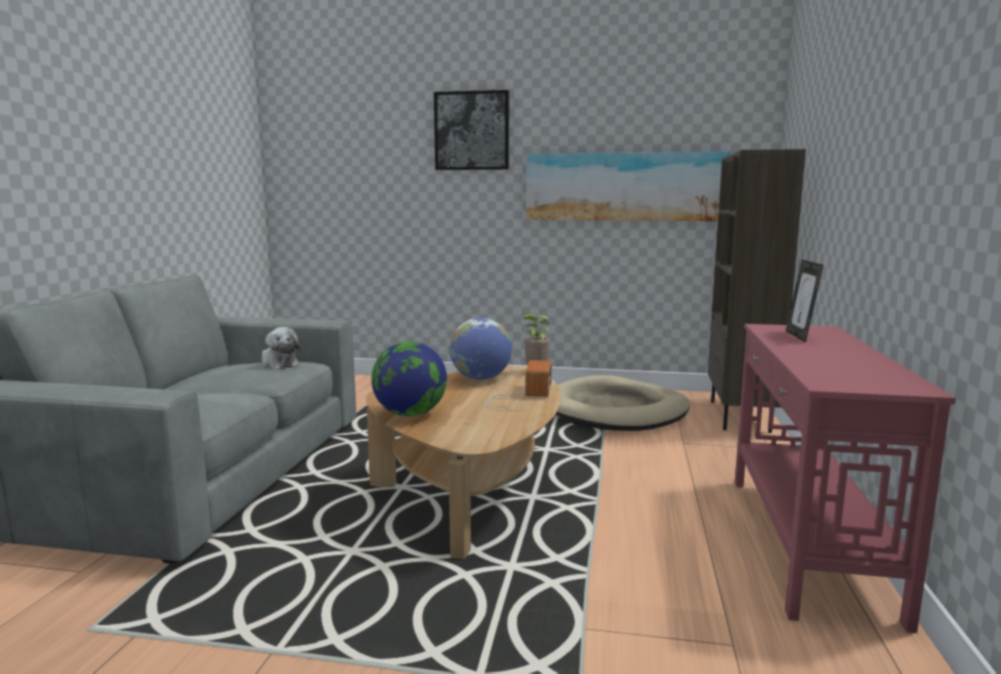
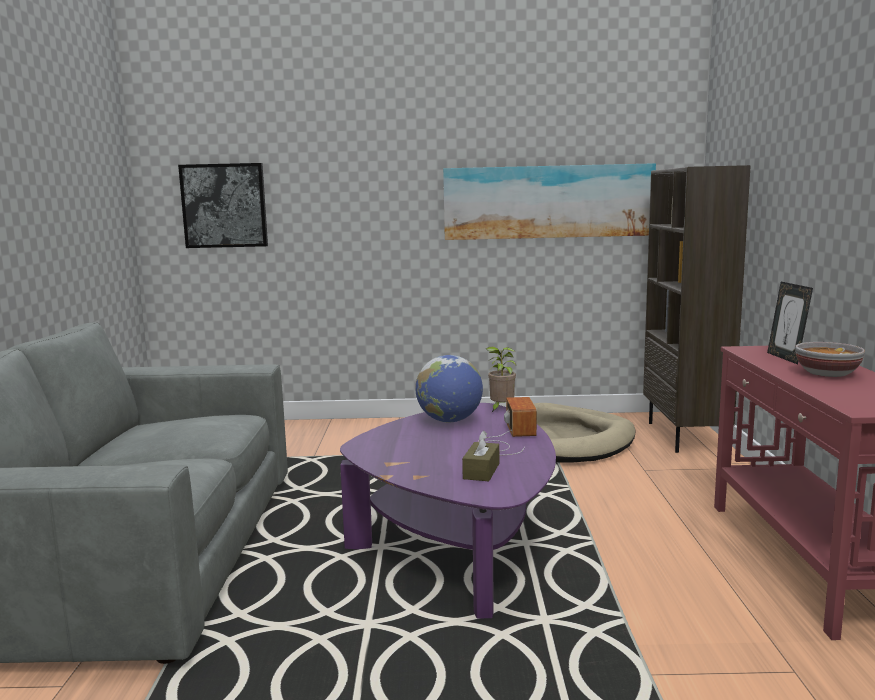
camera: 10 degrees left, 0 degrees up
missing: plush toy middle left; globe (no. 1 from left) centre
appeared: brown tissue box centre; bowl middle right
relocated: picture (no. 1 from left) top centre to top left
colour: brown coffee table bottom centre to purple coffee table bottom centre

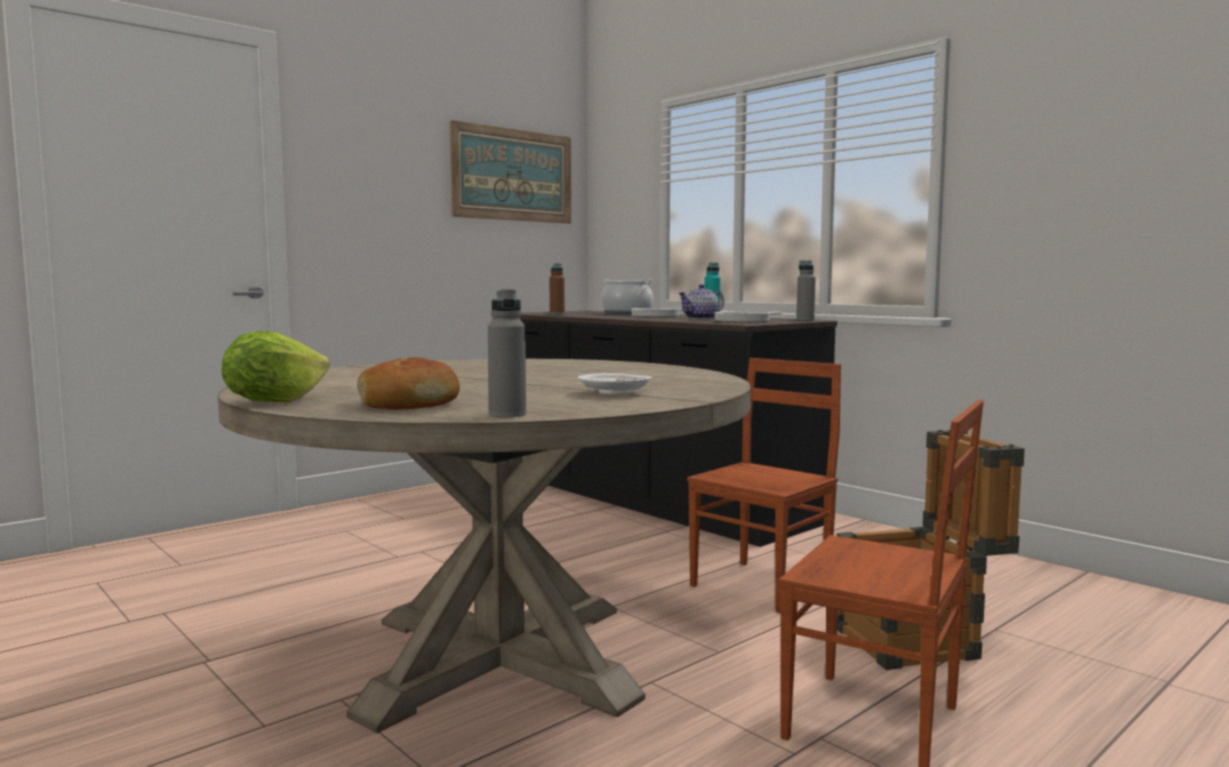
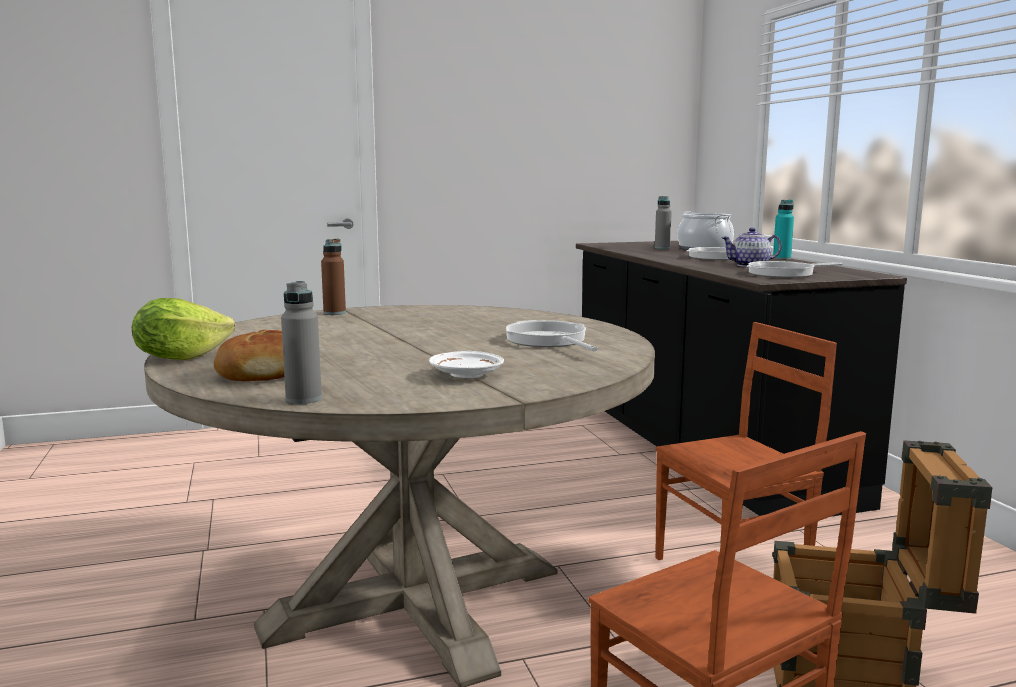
camera: 25 degrees right, 5 degrees up
missing: picture top centre
appeared: frying pan (no. 1 from left) centre
relocated: brown bottle centre to middle left; grey bottle (no. 2 from left) centre to top centre

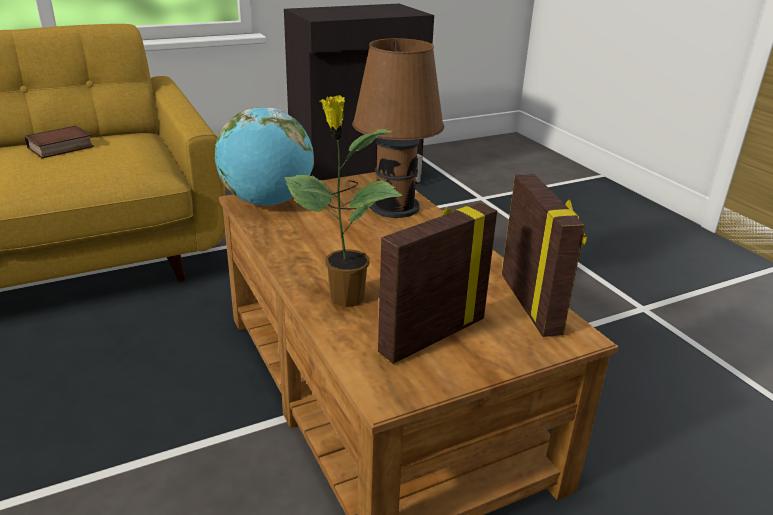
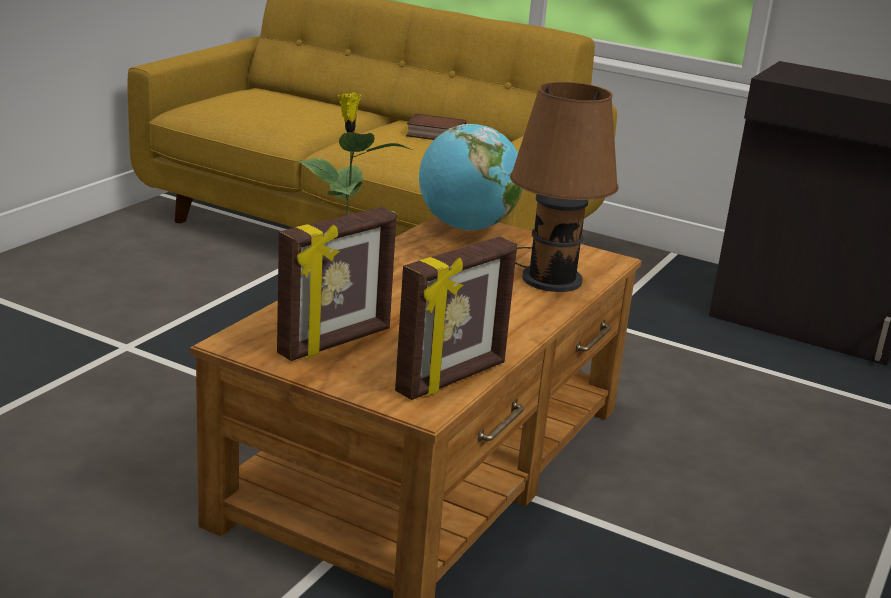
camera: 55 degrees right, 5 degrees down
spun: picture frame (no. 1 from left) centre = centre 120 degrees clockwise

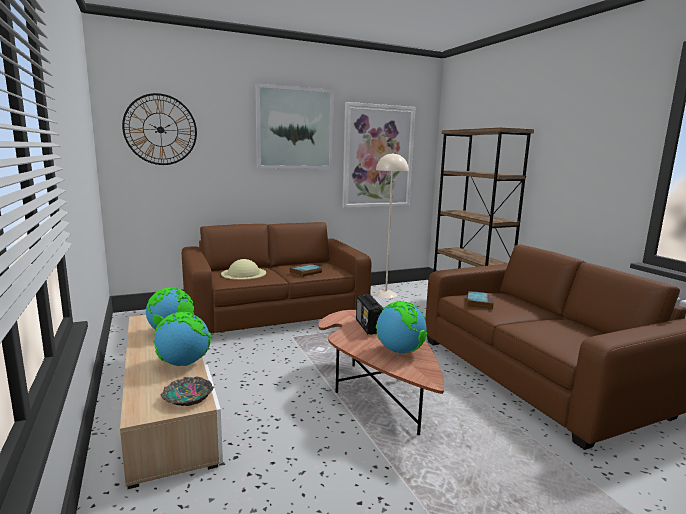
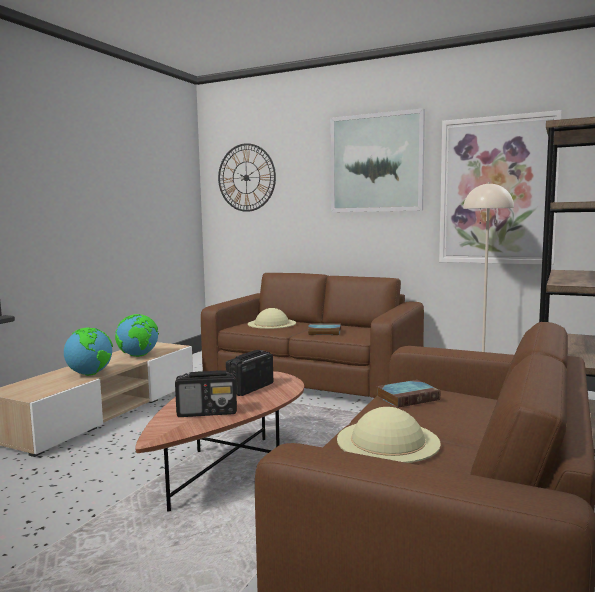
camera: 50 degrees right, 5 degrees down
missing: bowl bottom left
appeared: beige hat (no. 2 from left) bottom centre
exchanged: globe (no. 3 from left) centre to radio (no. 1 from left) centre

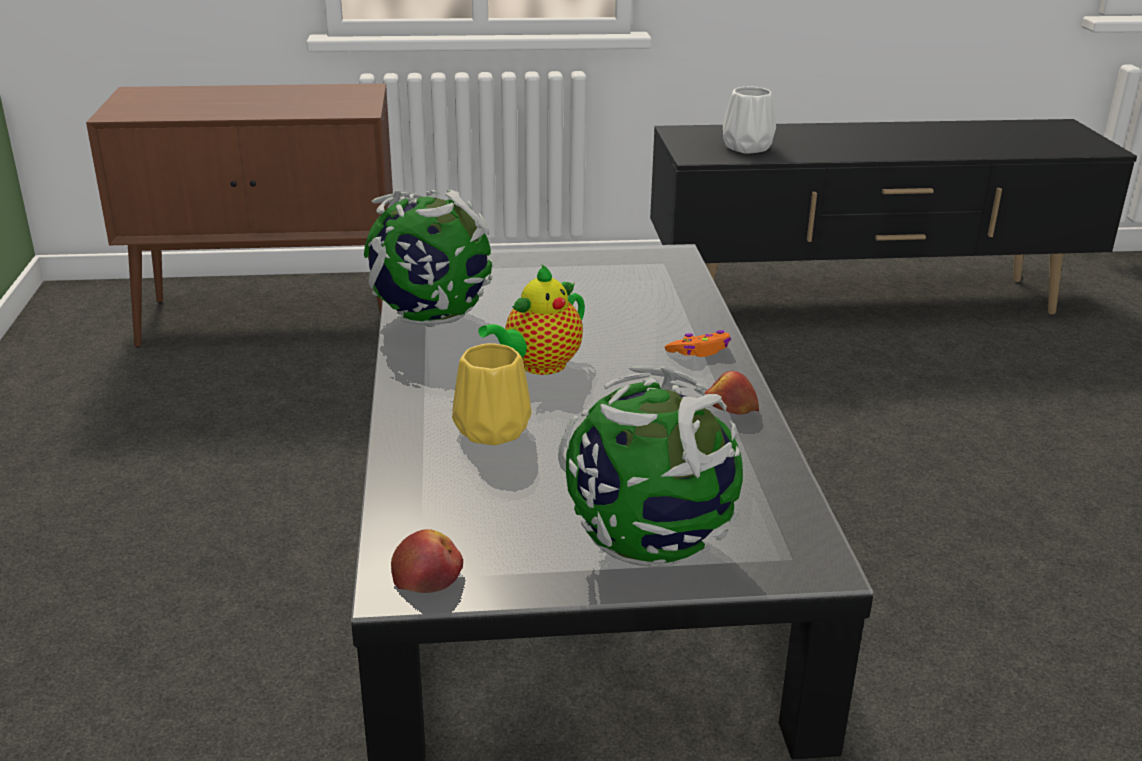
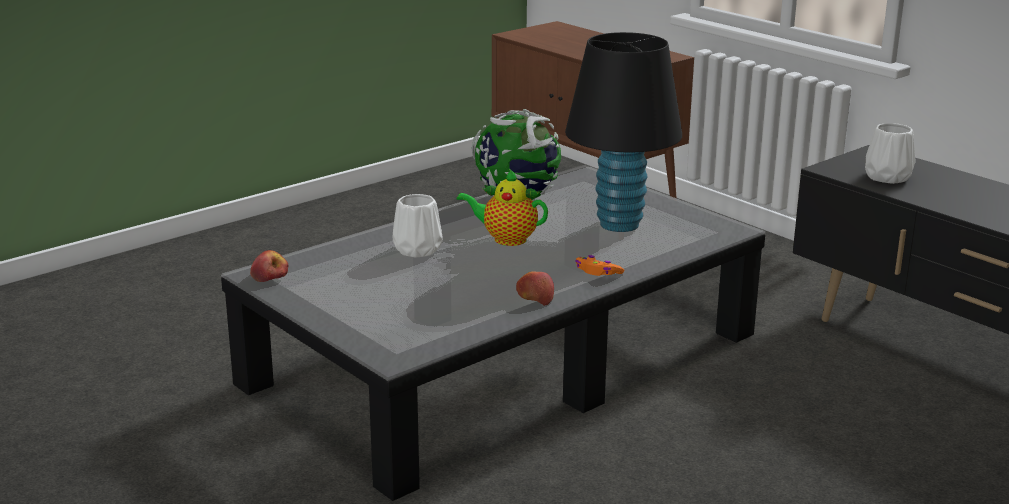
camera: 55 degrees right, 5 degrees down
missing: globe (no. 2 from left) centre
appeared: black table lamp top centre
colour: yellow vase centre to white vase (no. 1 from left) centre

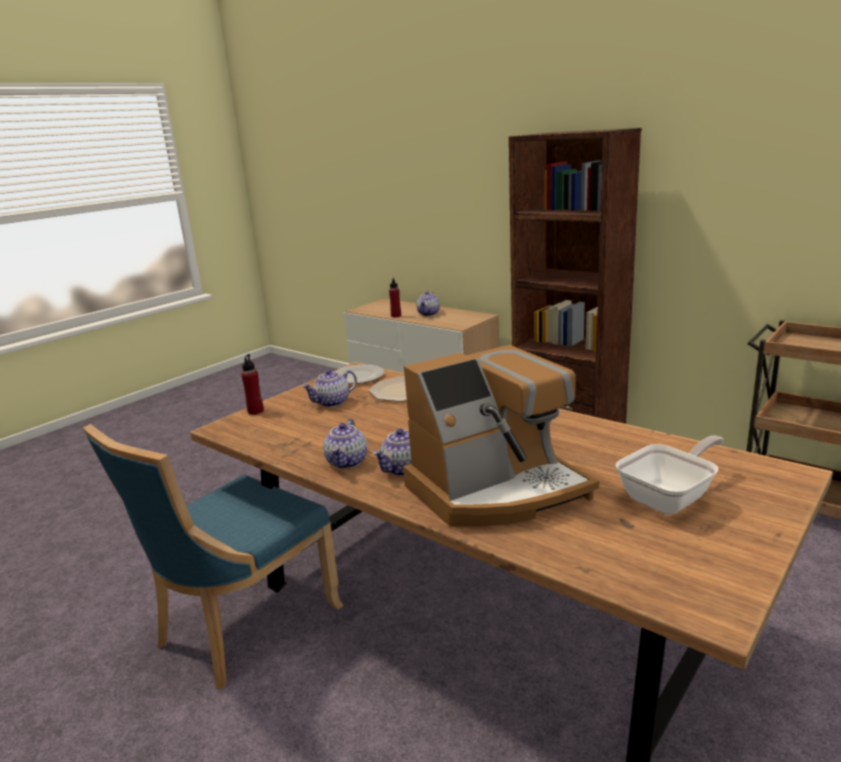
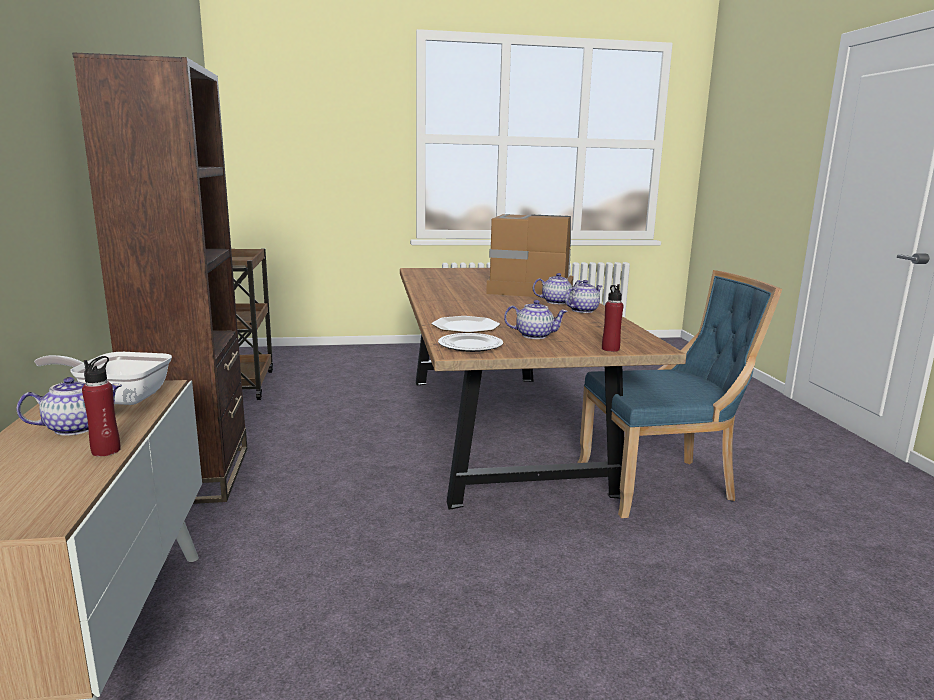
camera: 140 degrees left, 5 degrees down
relocated: frying pan middle right to middle left

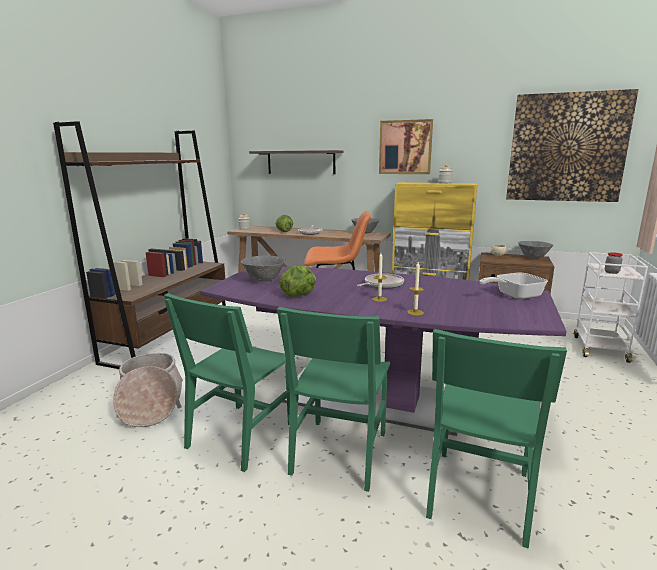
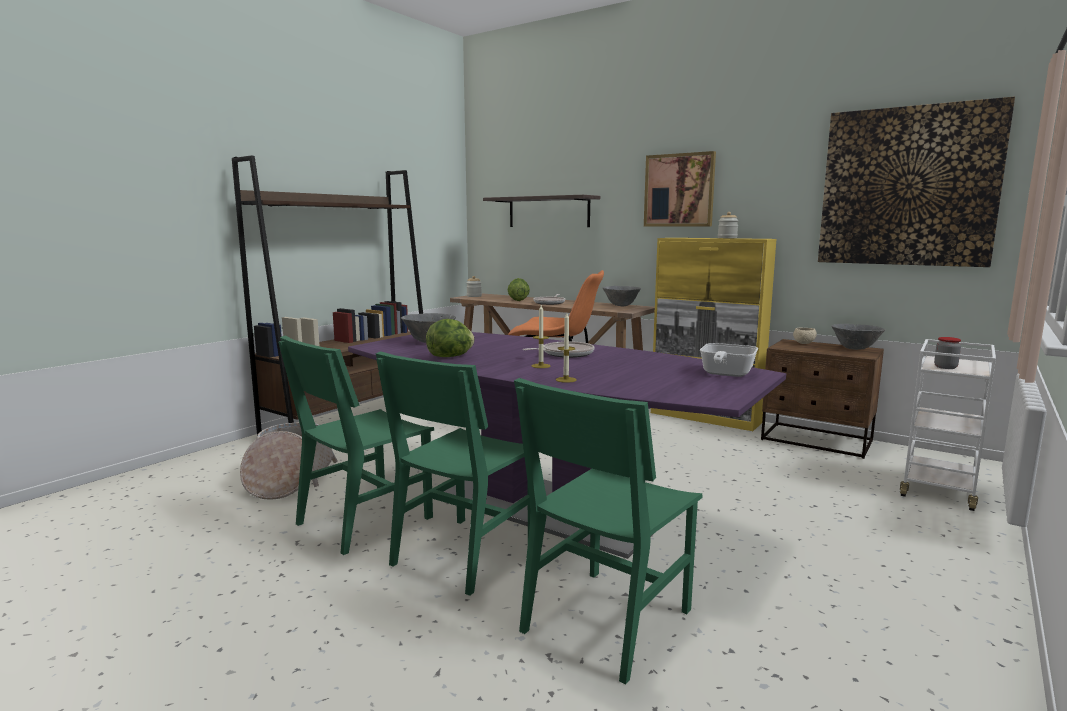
camera: 15 degrees right, 5 degrees down
spun: frying pan (no. 3 from left) middle right = middle right 60 degrees counterclockwise

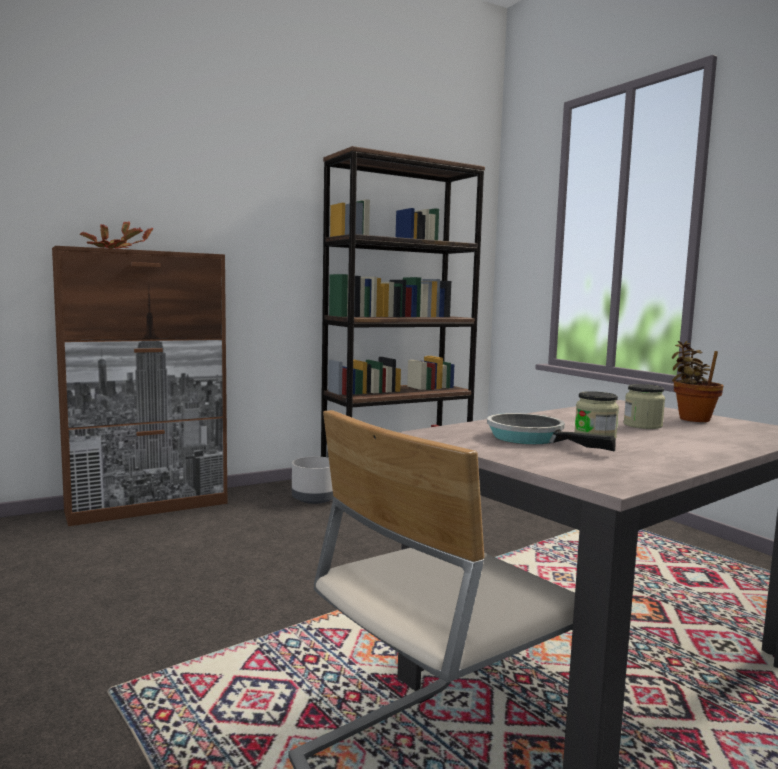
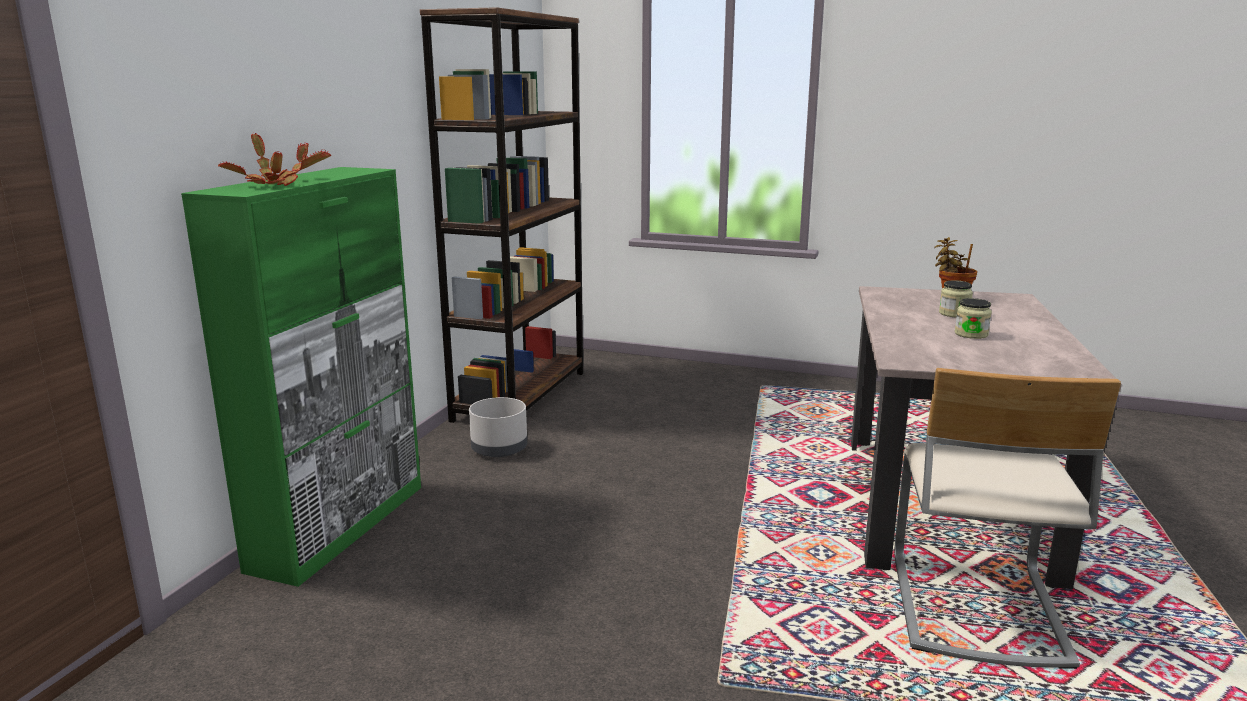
camera: 40 degrees left, 10 degrees up
missing: frying pan middle right
colour: brown cabinet middle left to green cabinet middle left

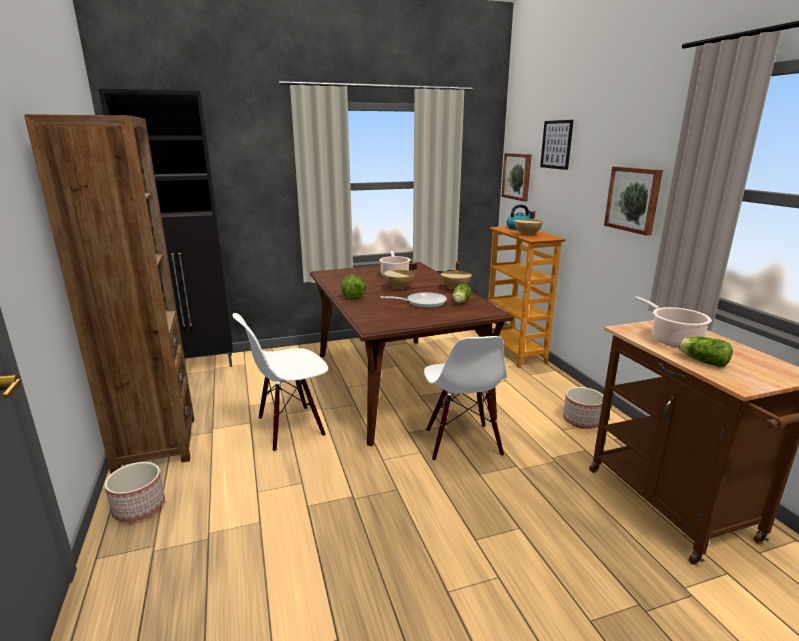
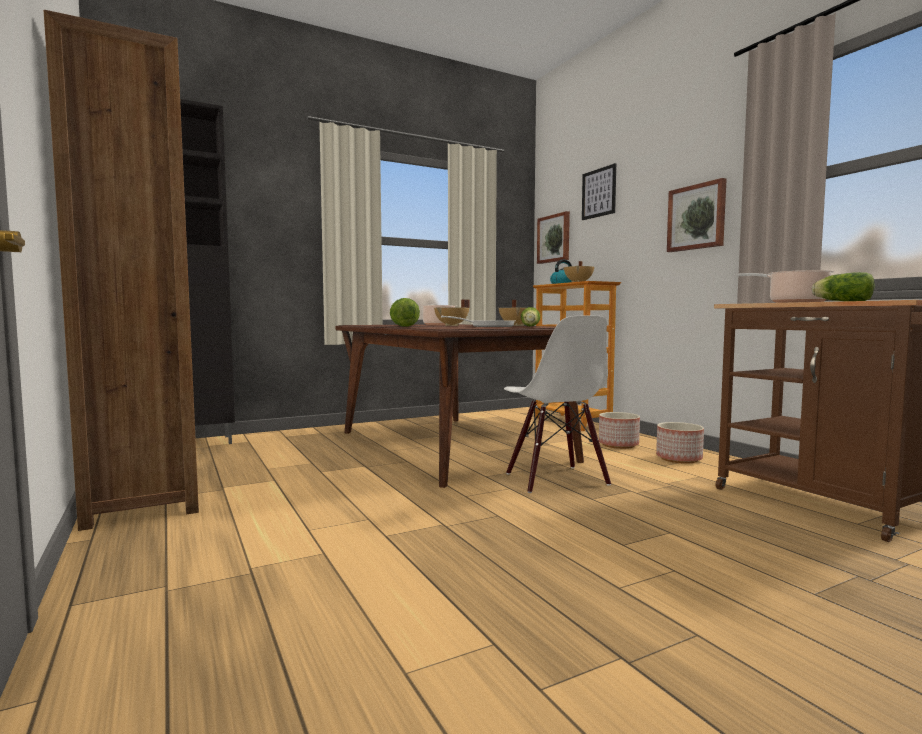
camera: 10 degrees left, 15 degrees down
missing: white chair (no. 1 from left) centre
relocated: planter (no. 1 from left) bottom left to middle right

